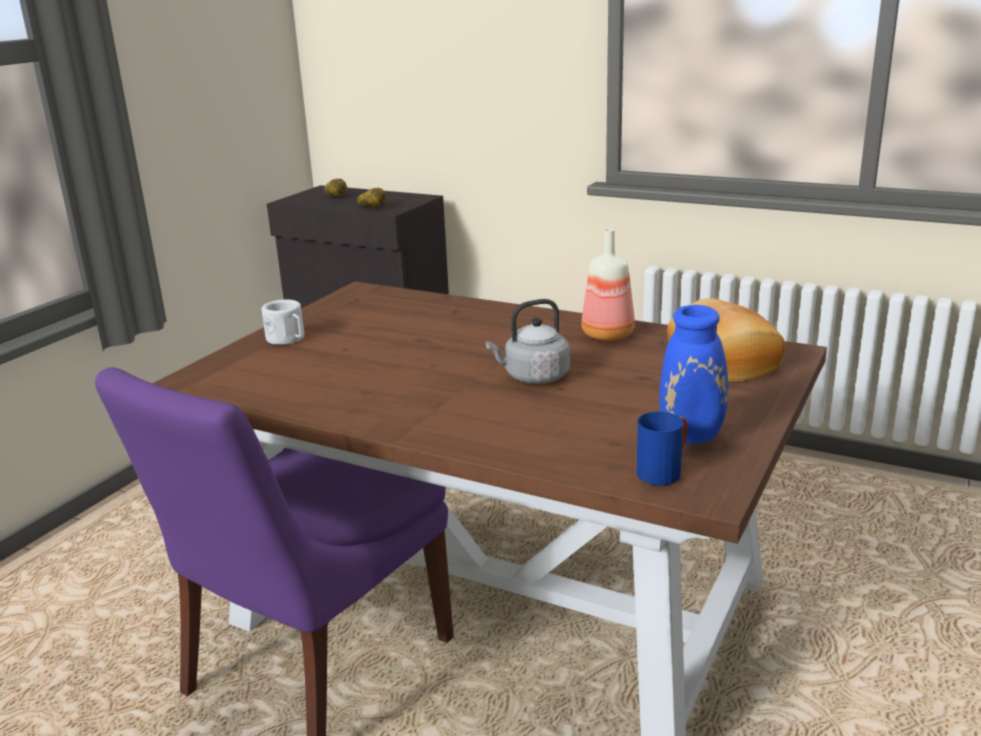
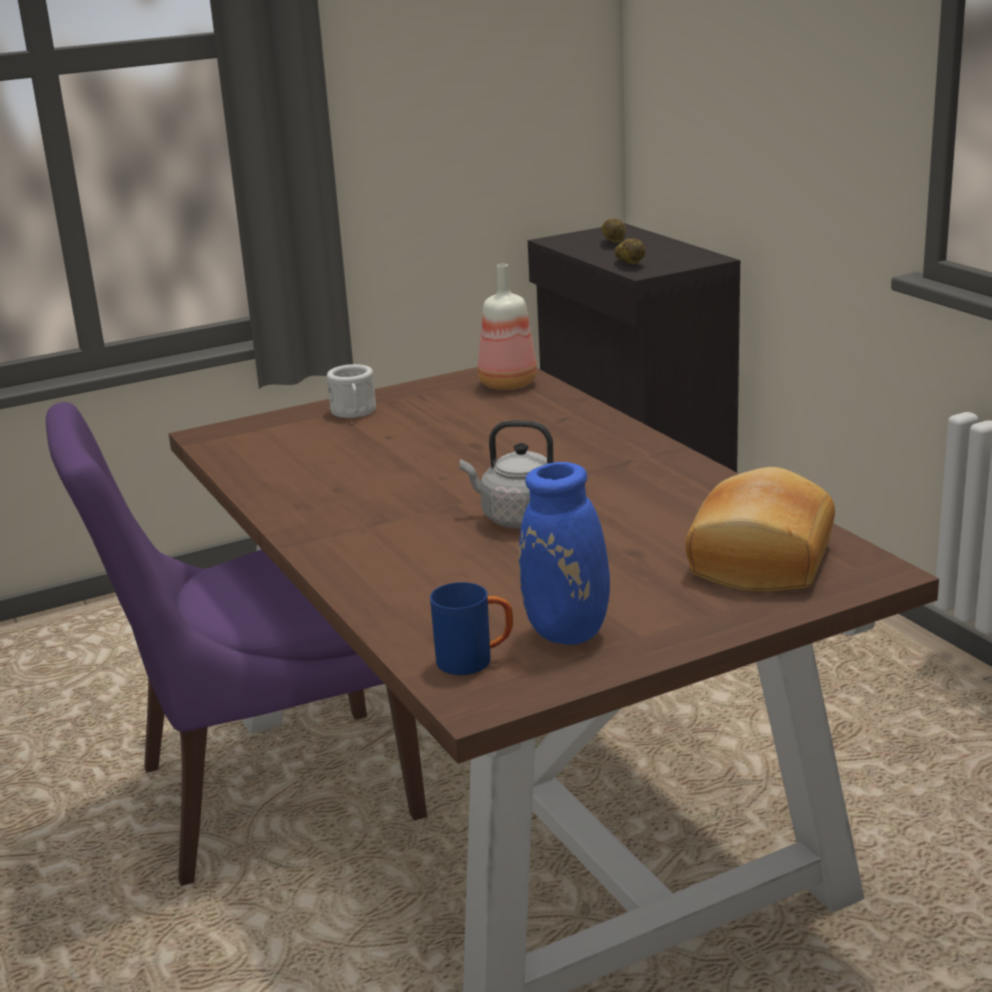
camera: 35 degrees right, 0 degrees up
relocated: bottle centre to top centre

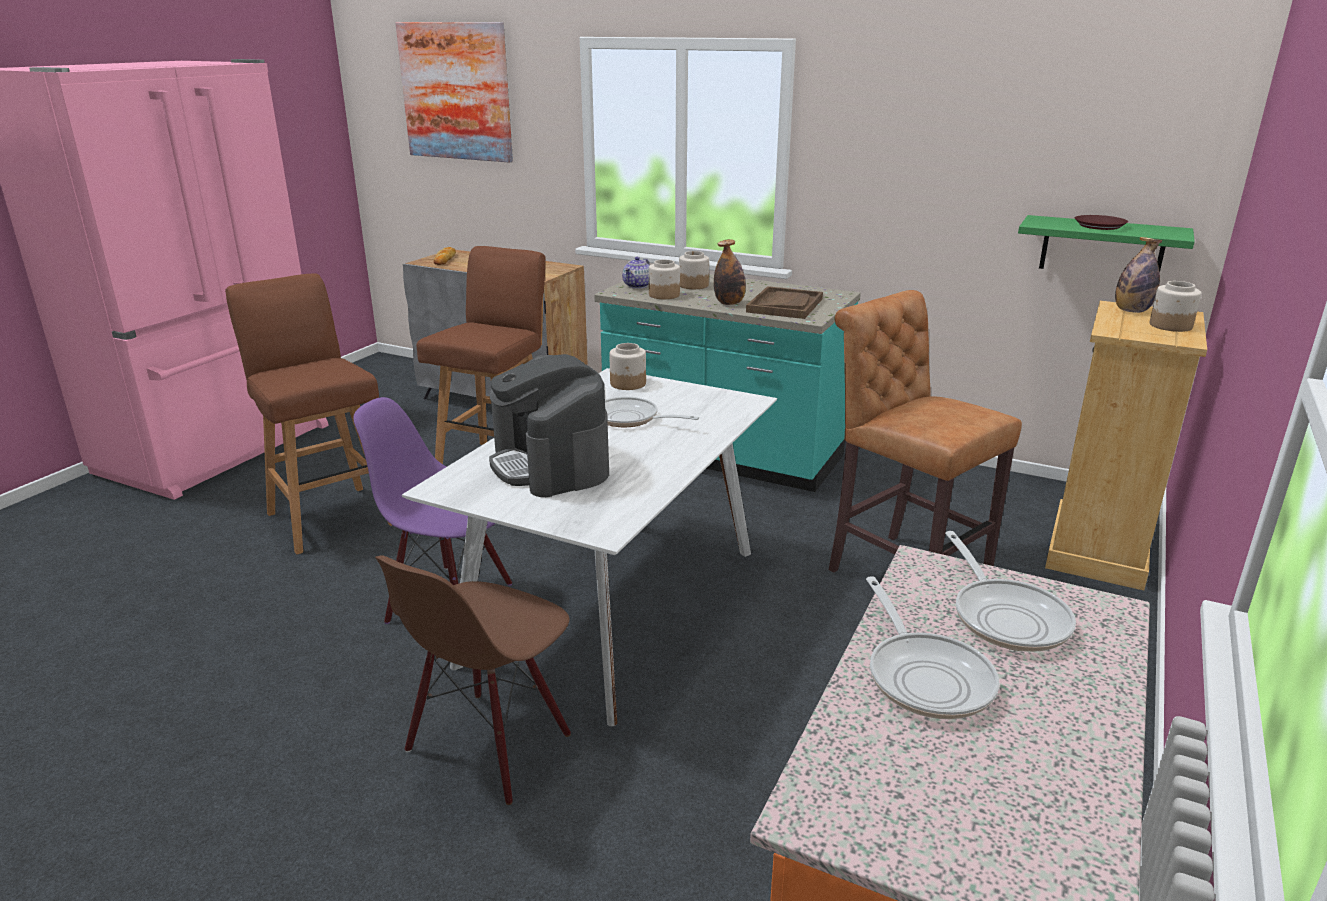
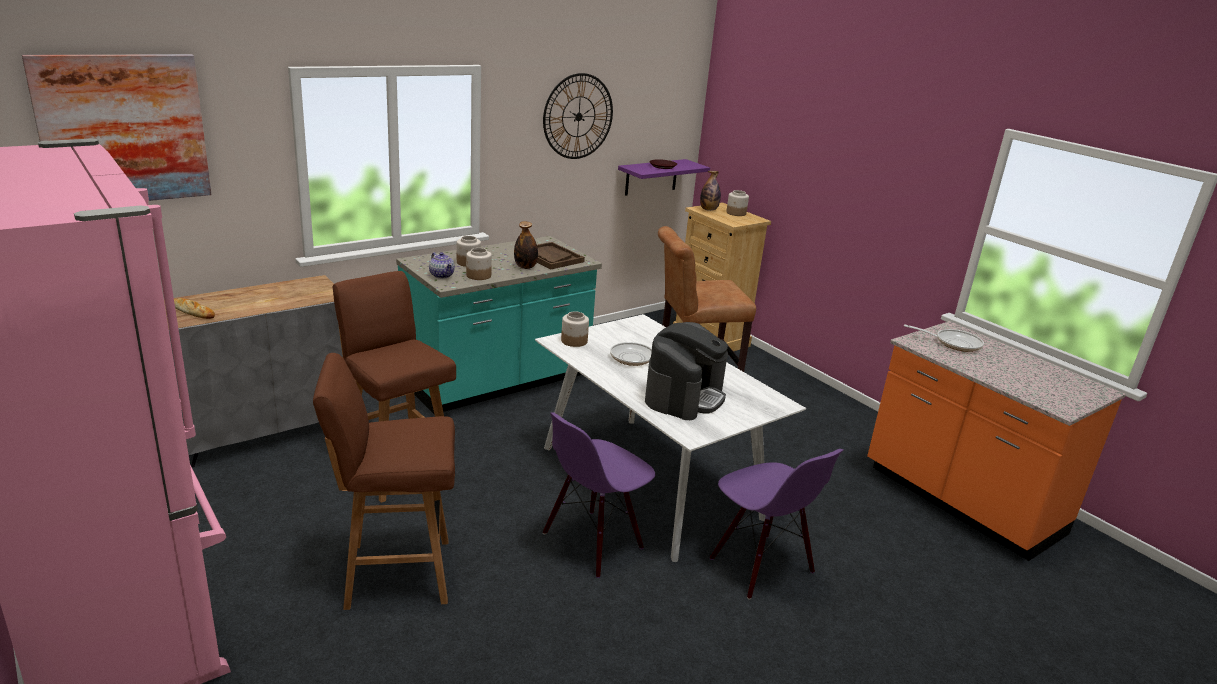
camera: 65 degrees left, 0 degrees up
missing: frying pan (no. 2 from left) bottom right
appeared: wall clock top centre
colour: green shelf top right to purple shelf top centre; brown chair bottom centre to purple chair (no. 2 from left) bottom centre
spun: coffee machine centre = centre 60 degrees counterclockwise

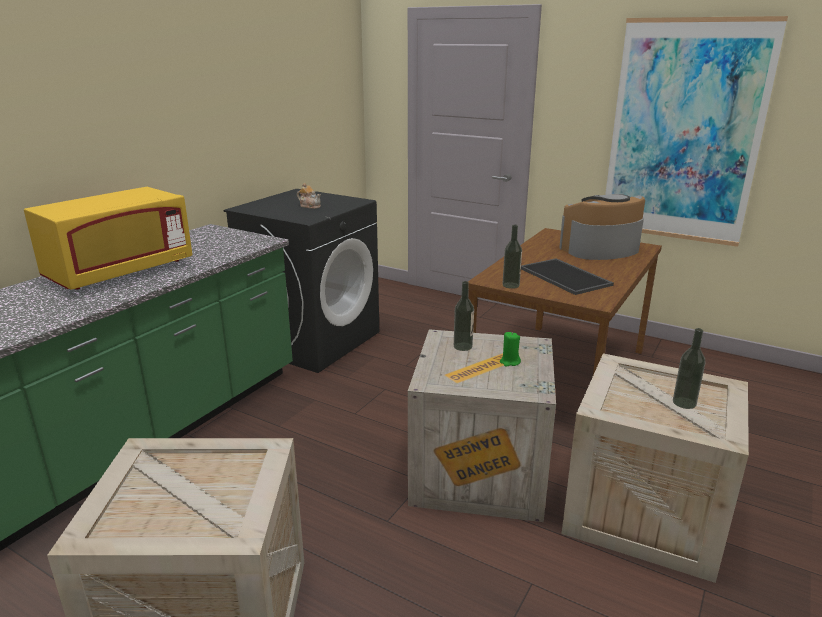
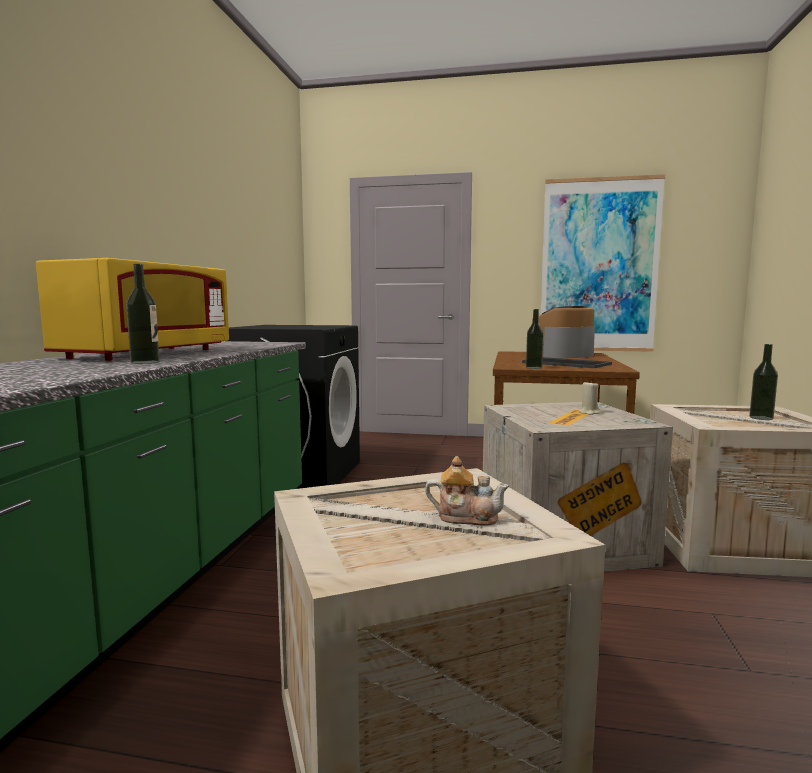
camera: 20 degrees left, 15 degrees down
relocated: bottle (no. 1 from left) centre to middle left; teapot top centre to centre
colour: green candle centre to beige candle middle right

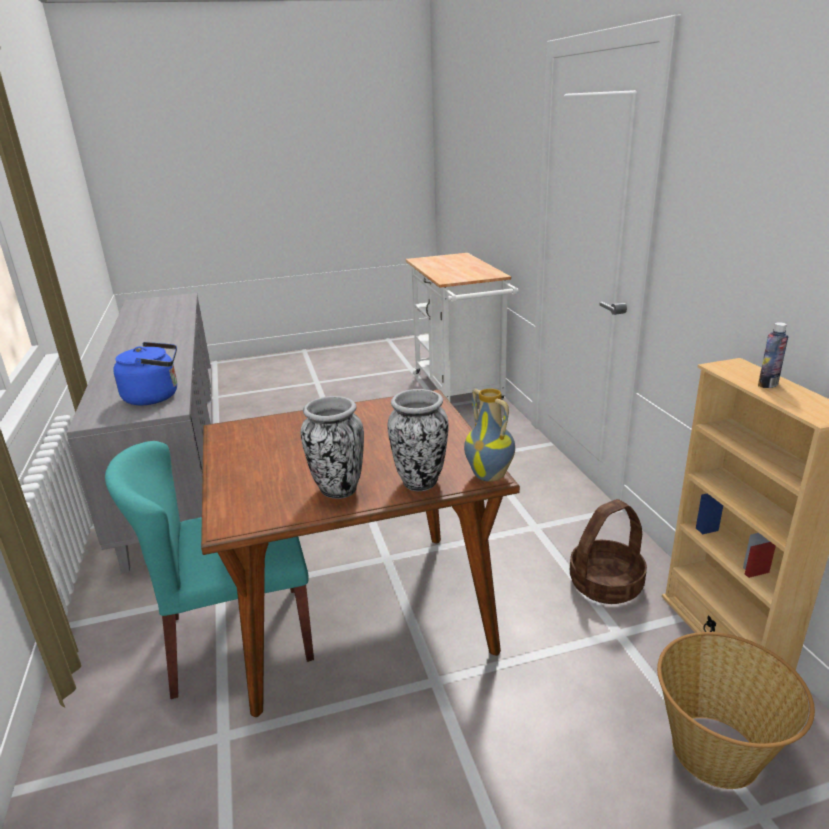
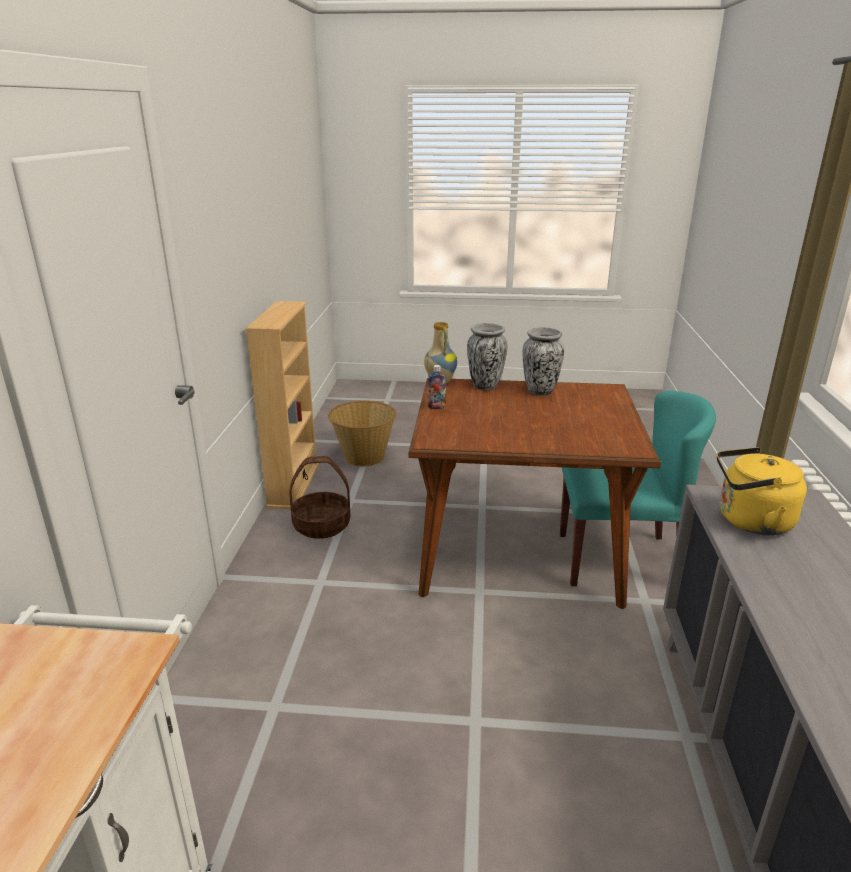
camera: 160 degrees left, 0 degrees up
relocated: bottle middle right to centre
colour: blue kettle middle left to yellow kettle middle right

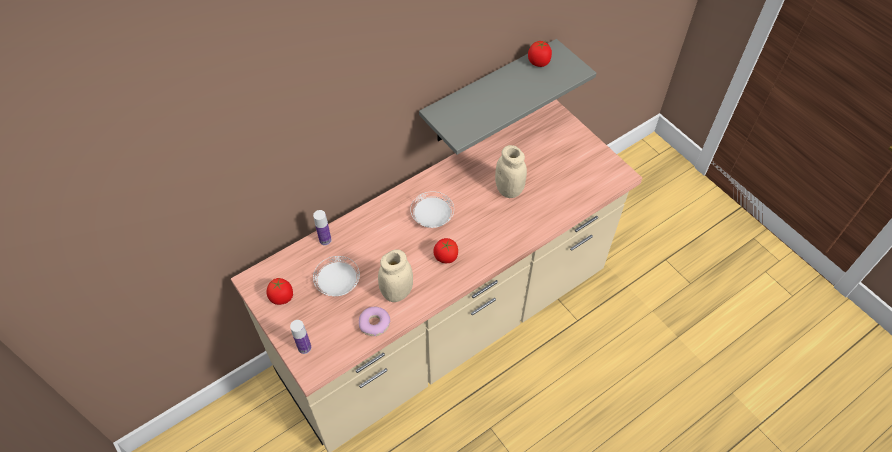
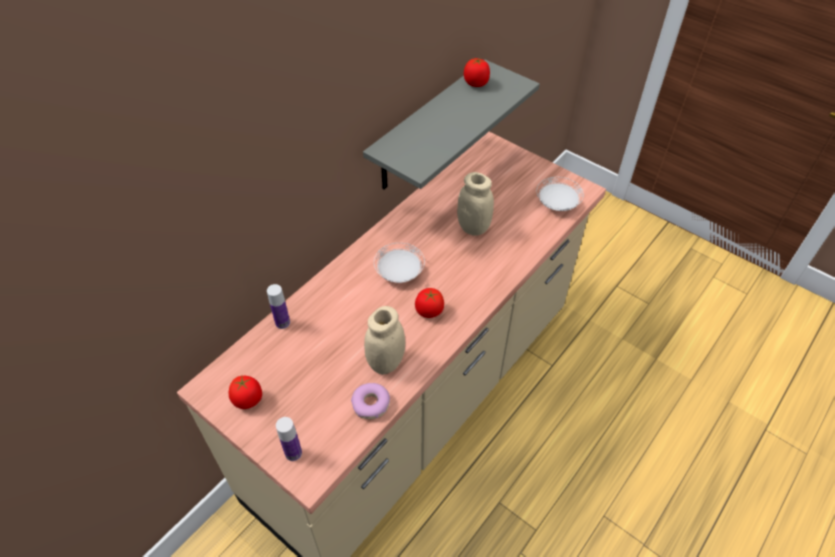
camera: 15 degrees left, 5 degrees down
relocated: white plate (no. 1 from left in the first image) centre to white plate (no. 2 from left) middle right

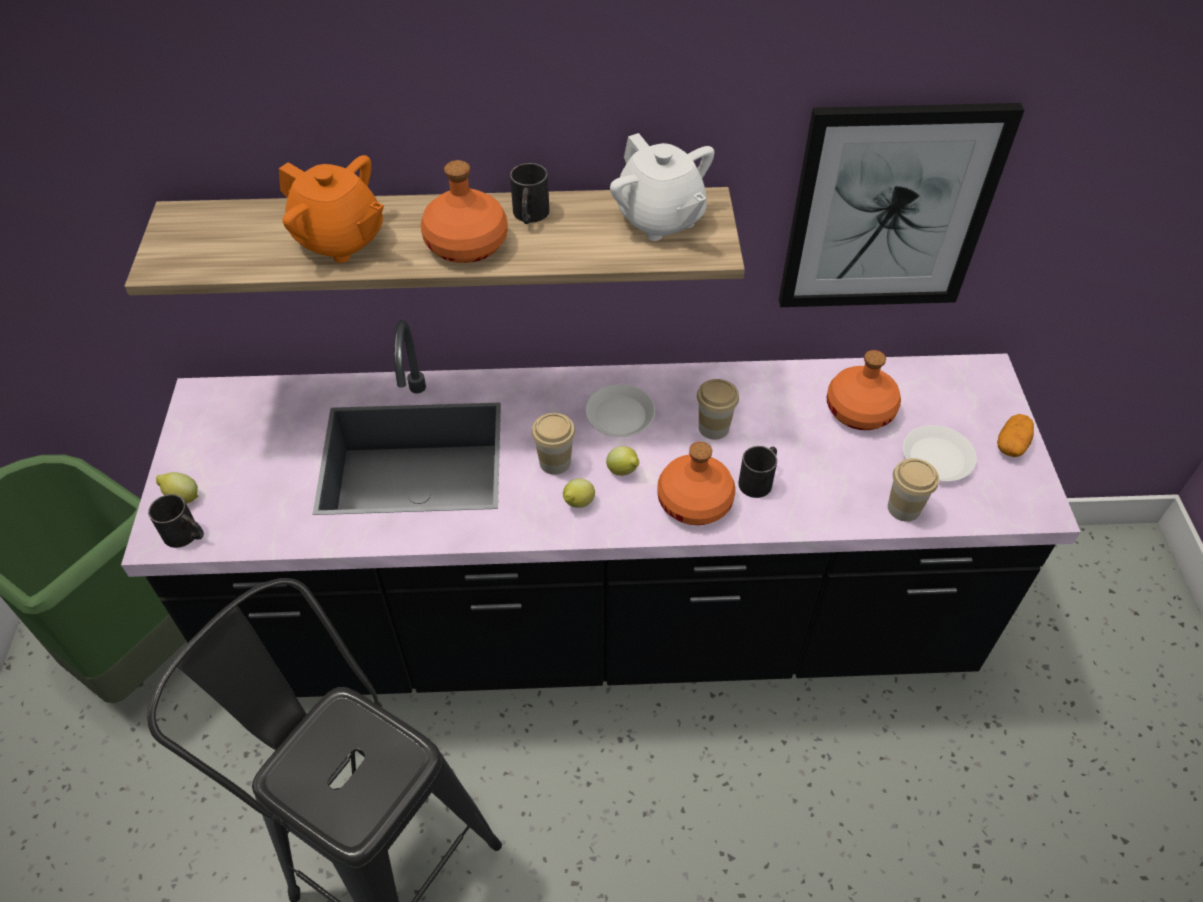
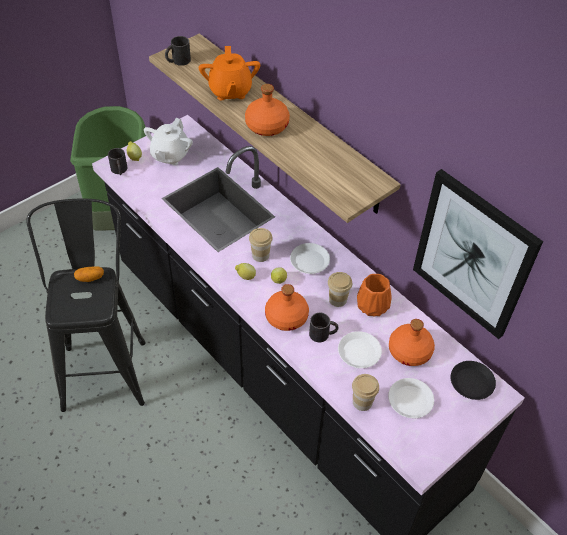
camera: 50 degrees right, 0 degrees up
appeared: white plate (no. 2 from left) centre; orange vase centre; black plate bottom right
relocated: potato middle right to middle left; white teapot top centre to top left; black mug (no. 2 from left) top centre to top left

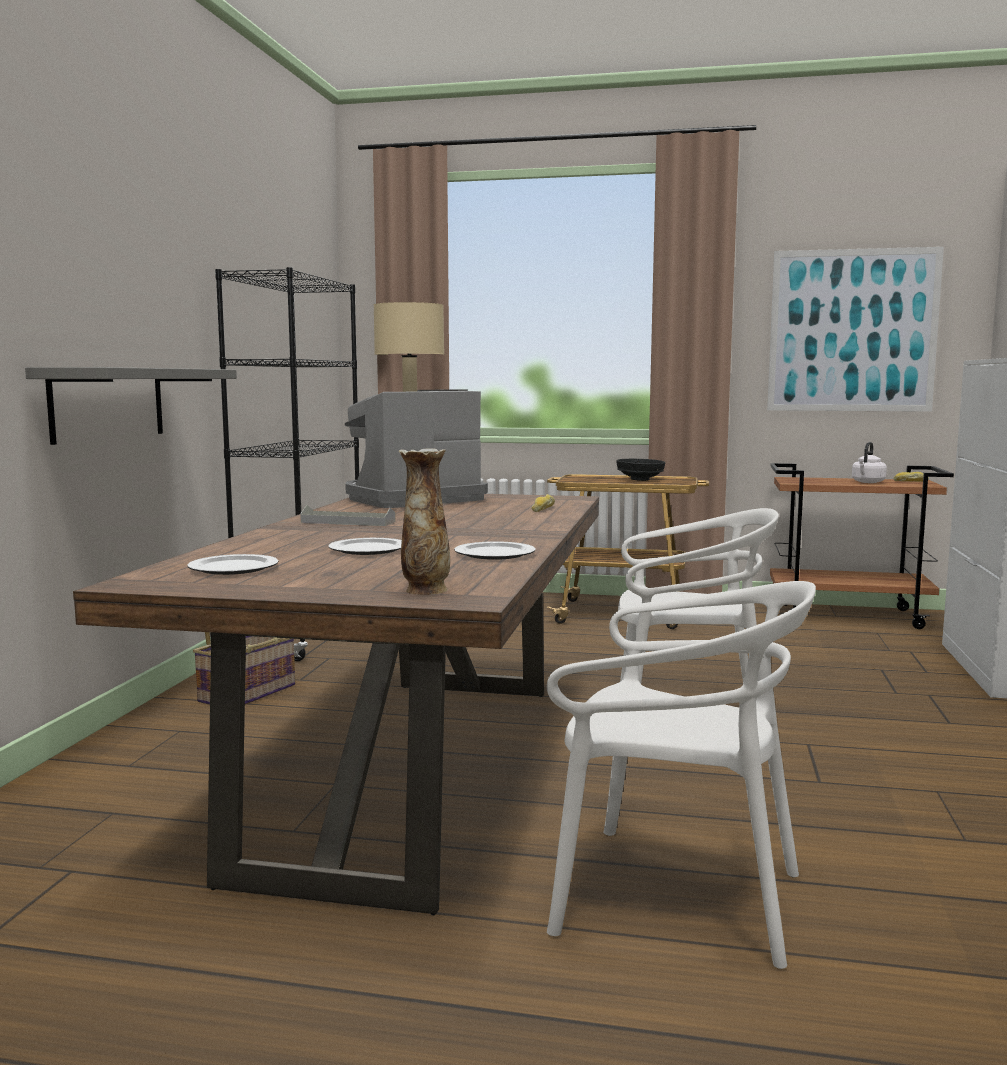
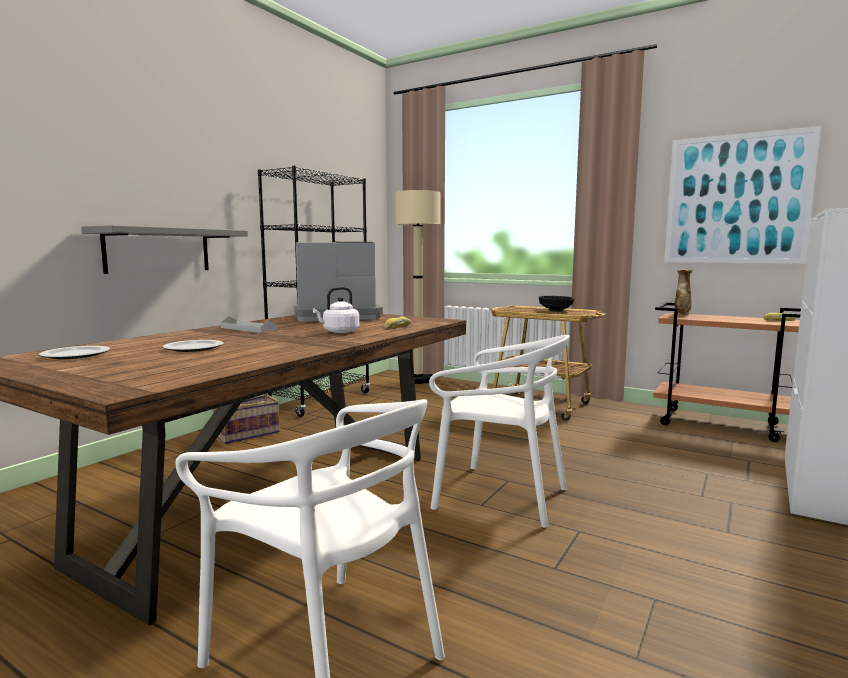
camera: 20 degrees right, 0 degrees up
missing: plate (no. 3 from left) centre
relocated: white kettle middle right to centre; vase centre to middle right

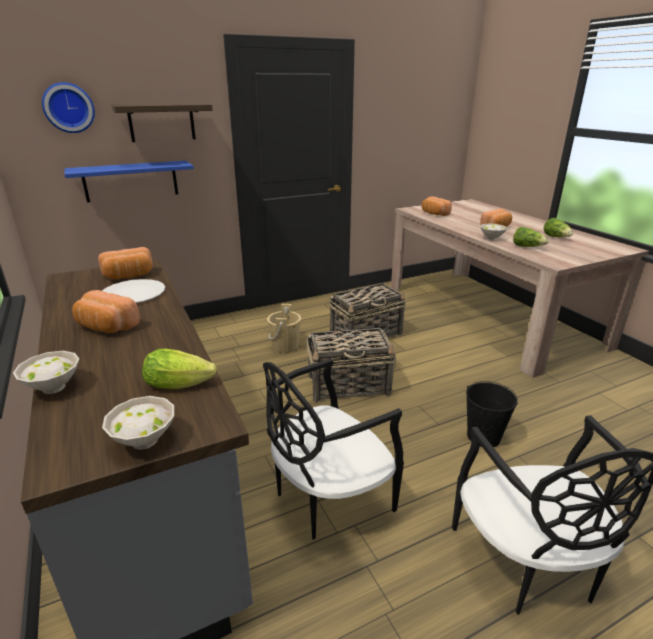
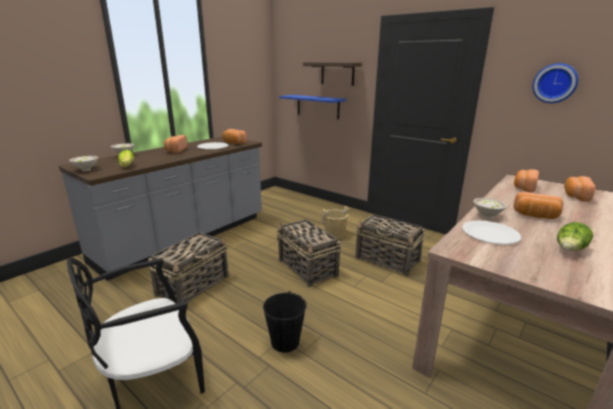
camera: 65 degrees right, 5 degrees down
appeared: bread (no. 5 from left) middle right
relocated: wall clock top left to top right
exchanged: black chair (no. 1 from left) bottom centre to basket (no. 1 from left) middle left; lettuce (no. 2 from left) middle right to white plate (no. 2 from left) middle right

